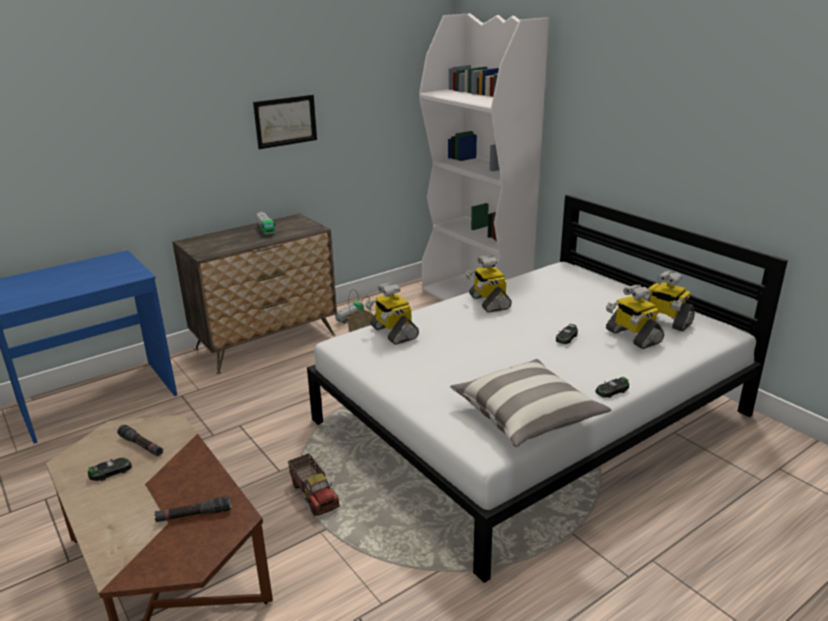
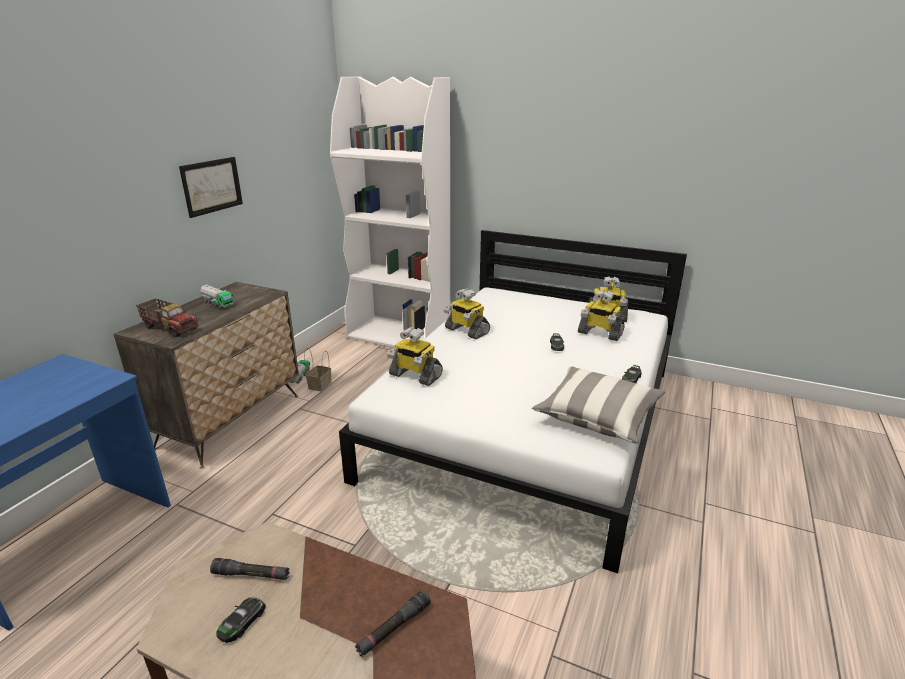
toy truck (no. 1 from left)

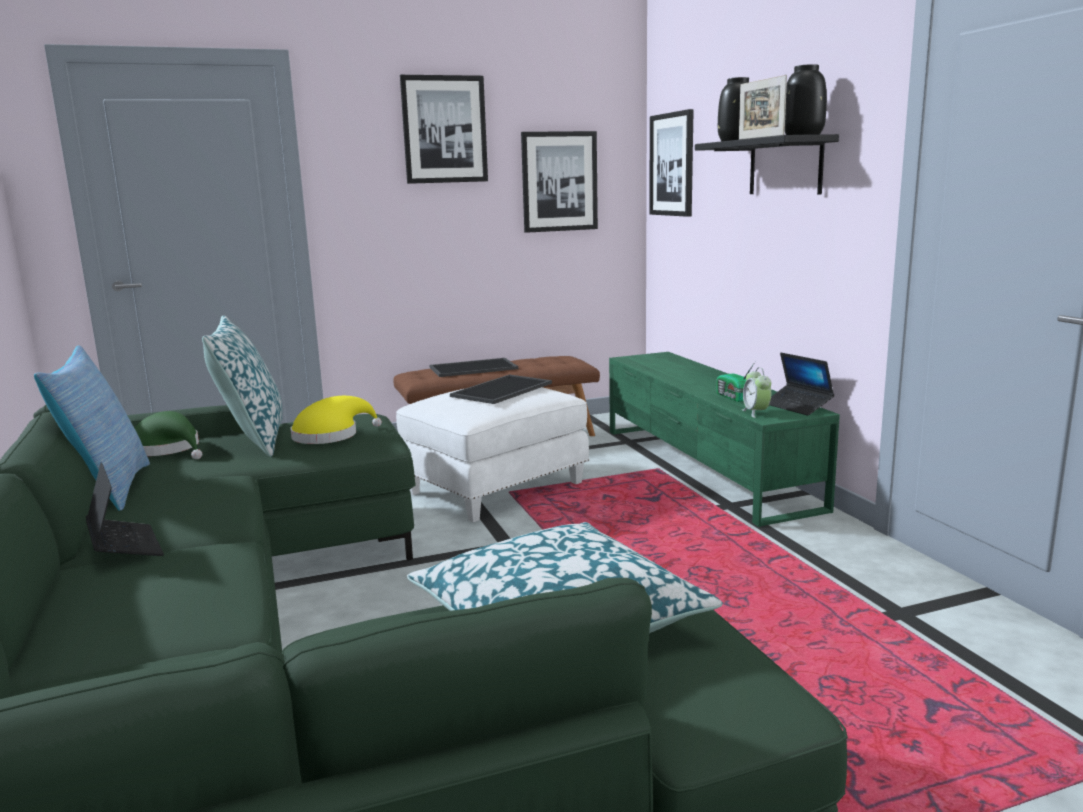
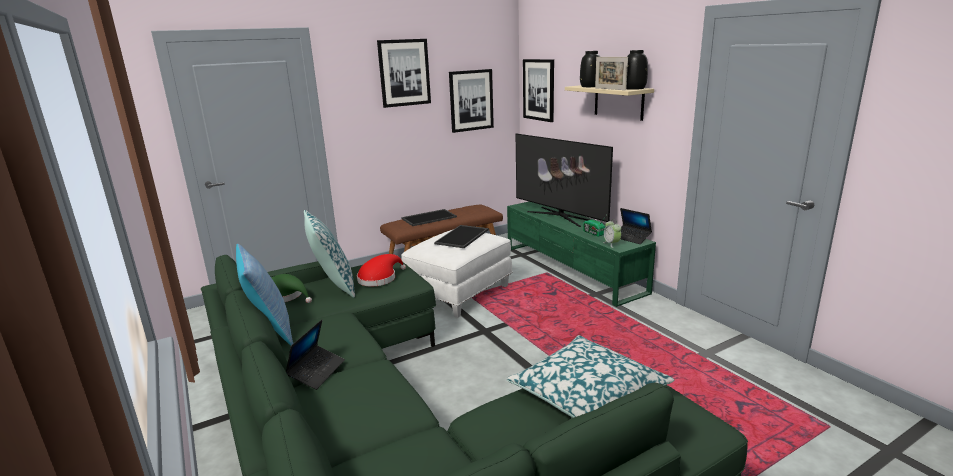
laptop (no. 1 from left)
red hat
beige-coloured wall shelf
television

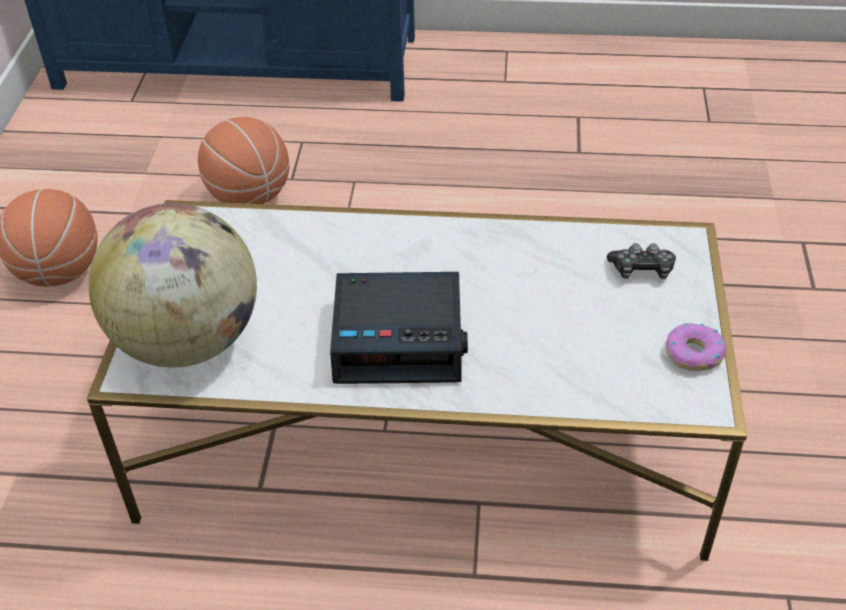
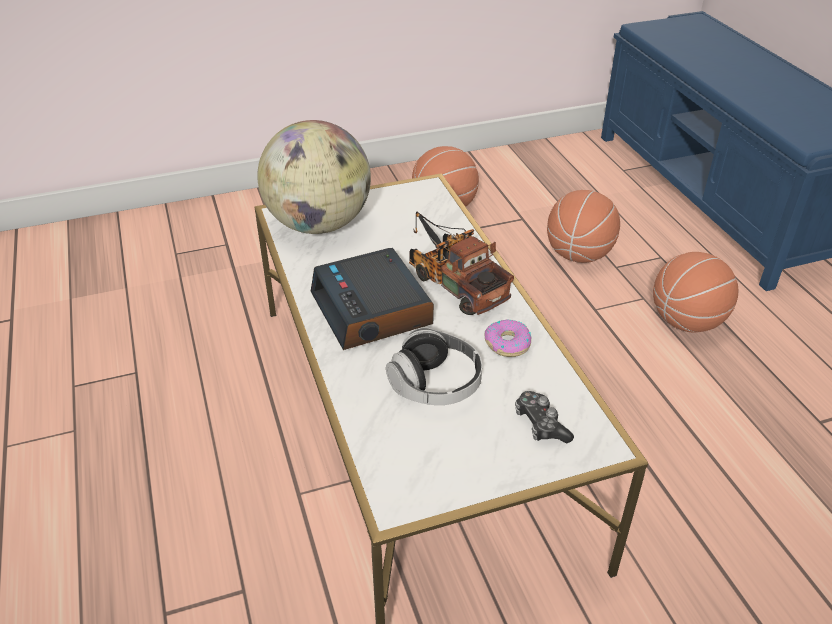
ring doughnut
pair of headphones
toy truck
basketball (no. 3 from left)

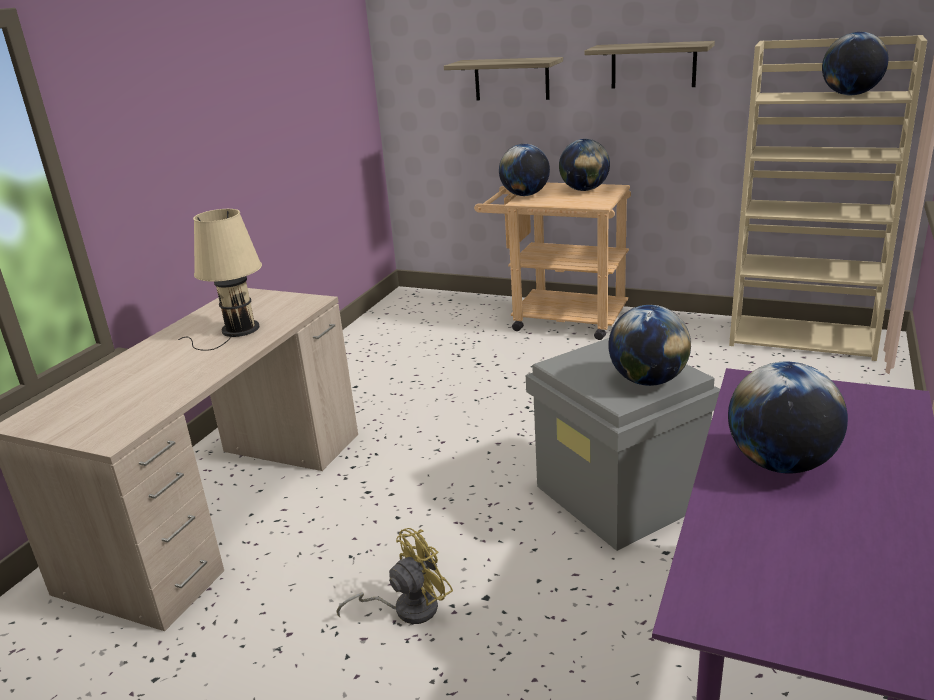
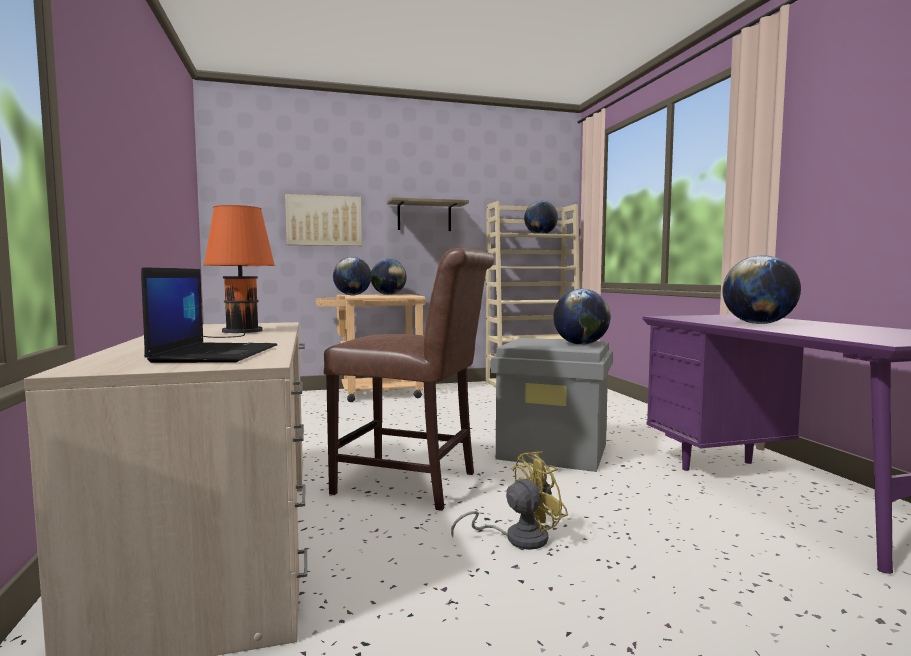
orange-coloured table lamp
yellow-coloured fan
wall picture
laptop
brown upright chair

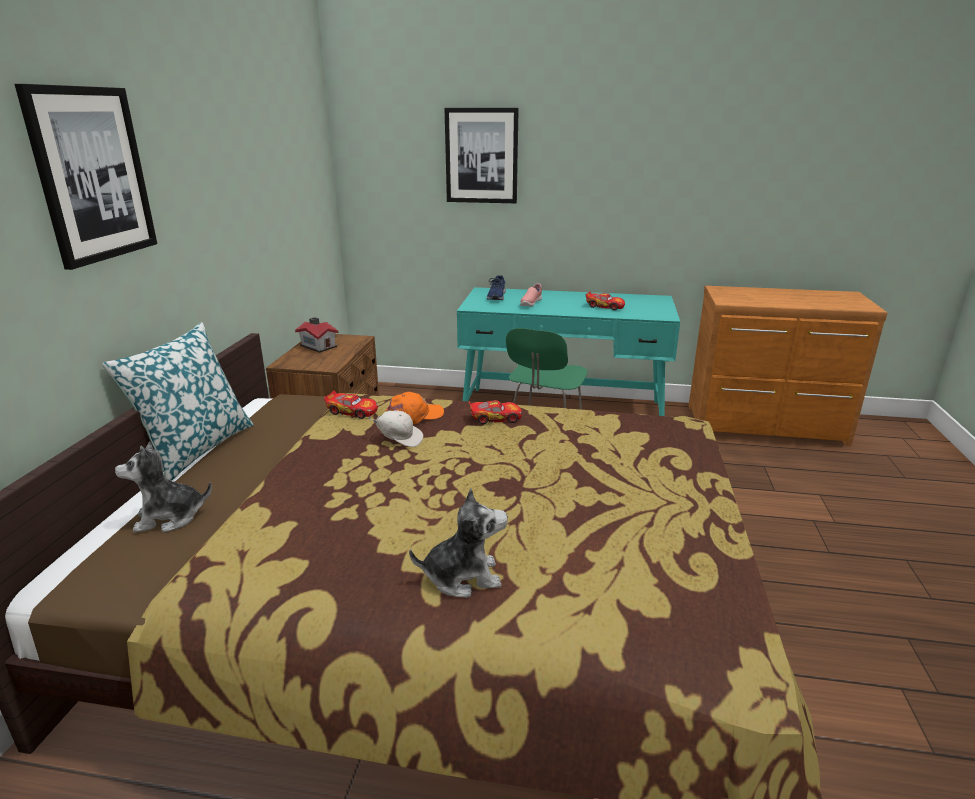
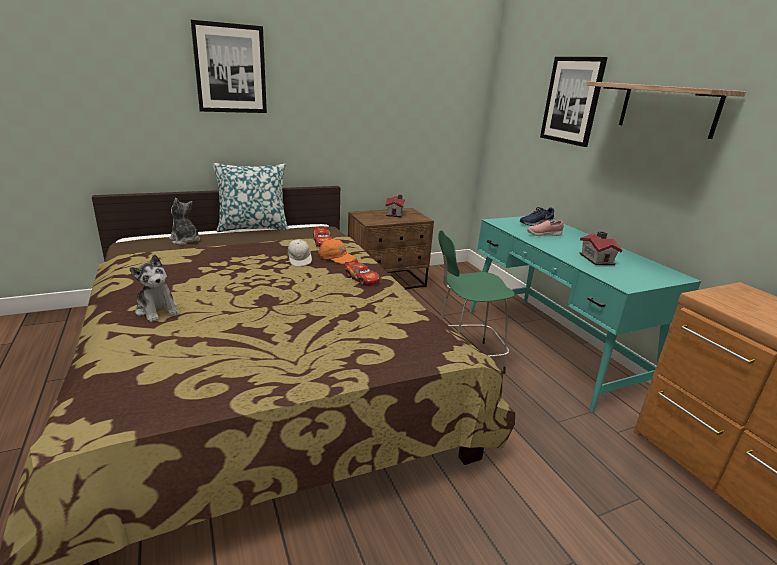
miniature house (no. 2 from left)
wall shelf

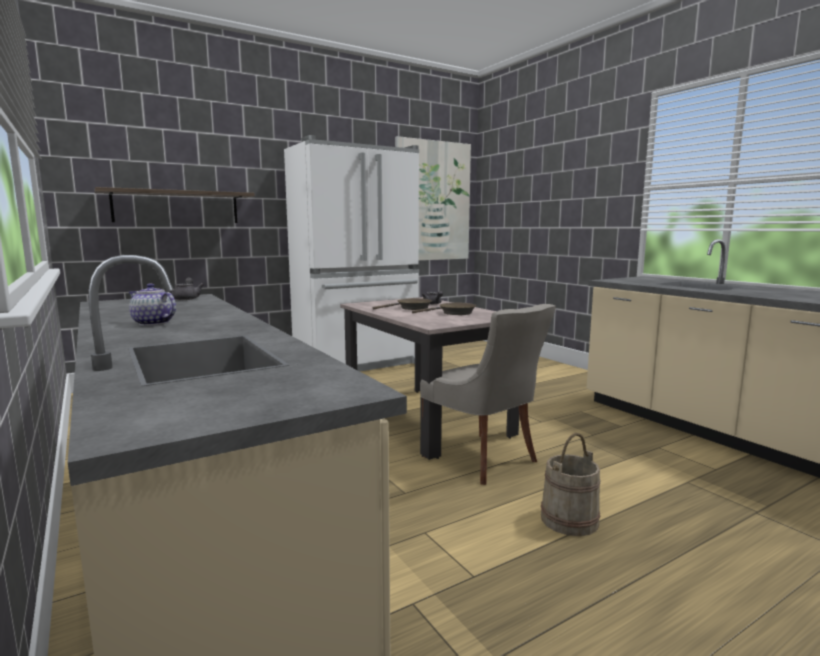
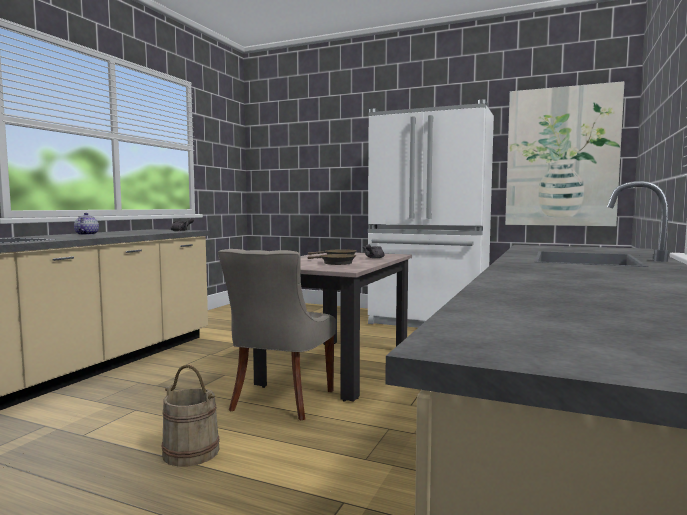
wall shelf

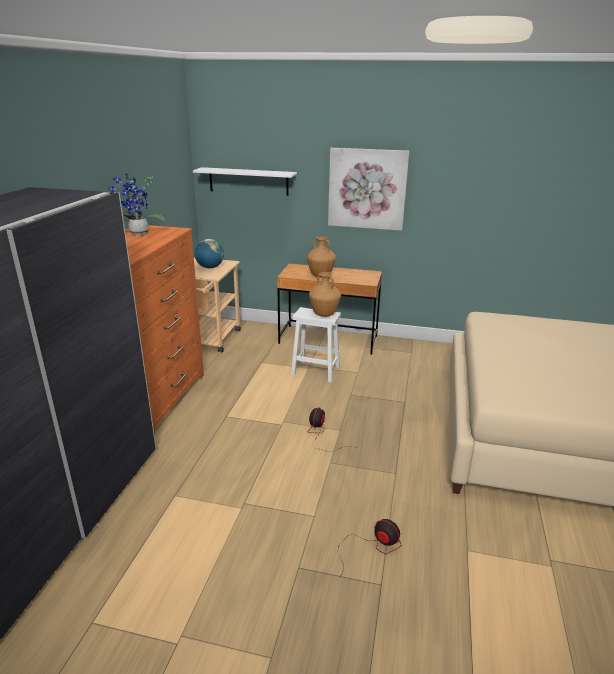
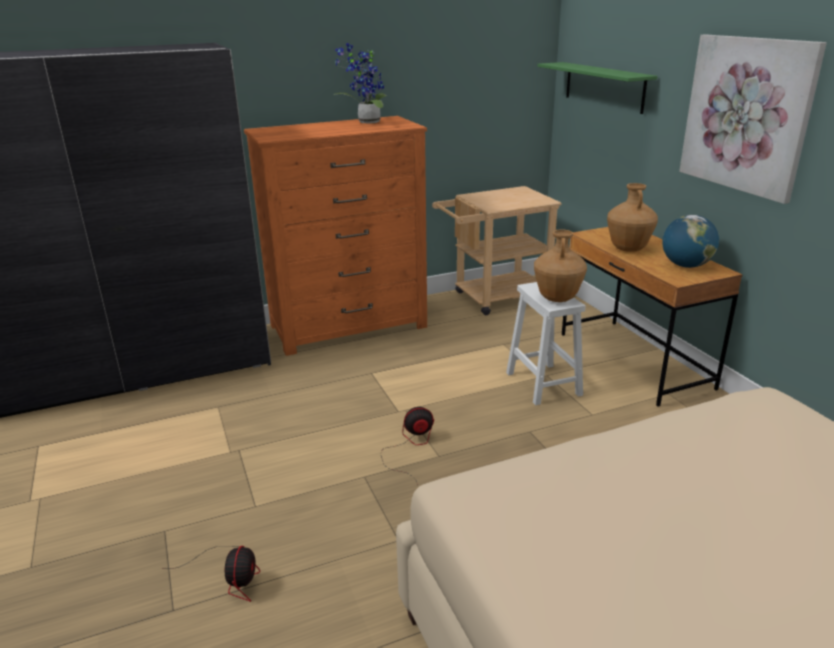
green wall shelf
globe

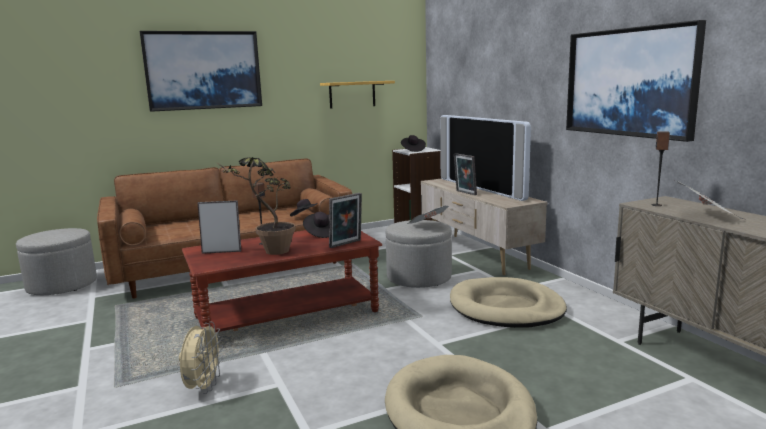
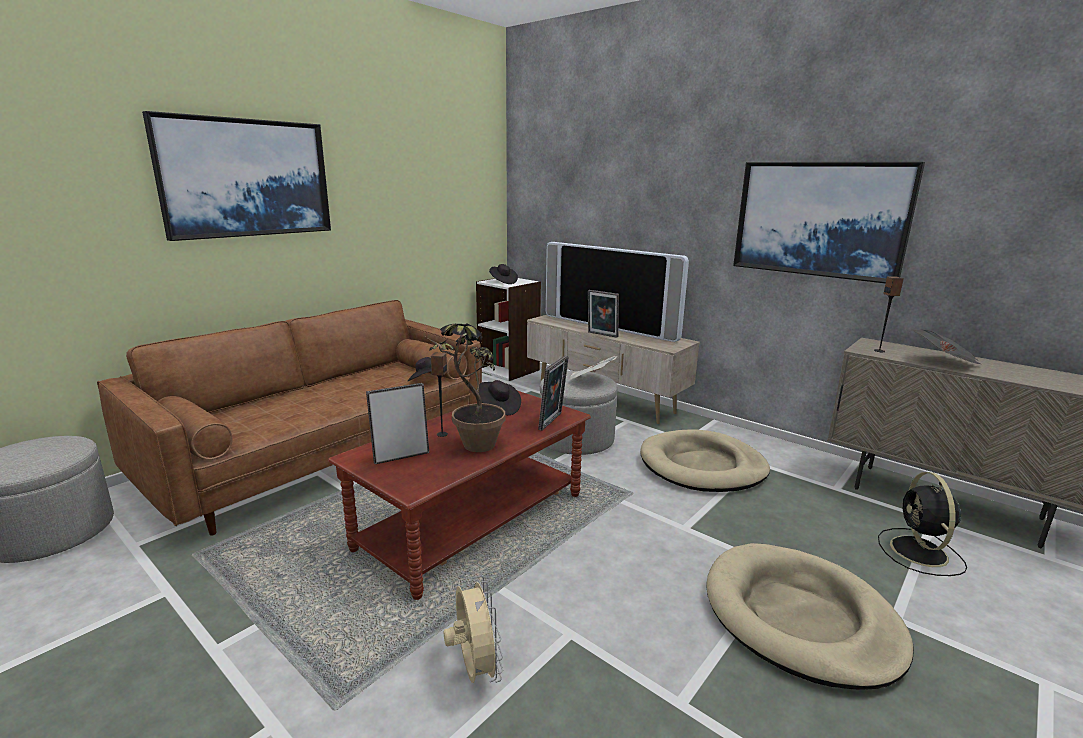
wall shelf
black fan

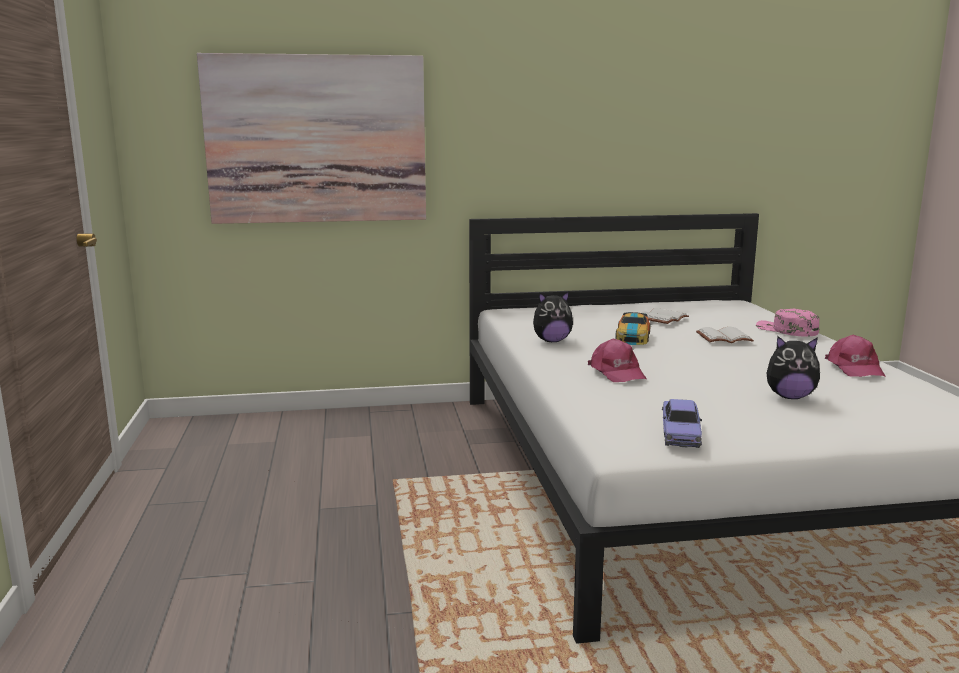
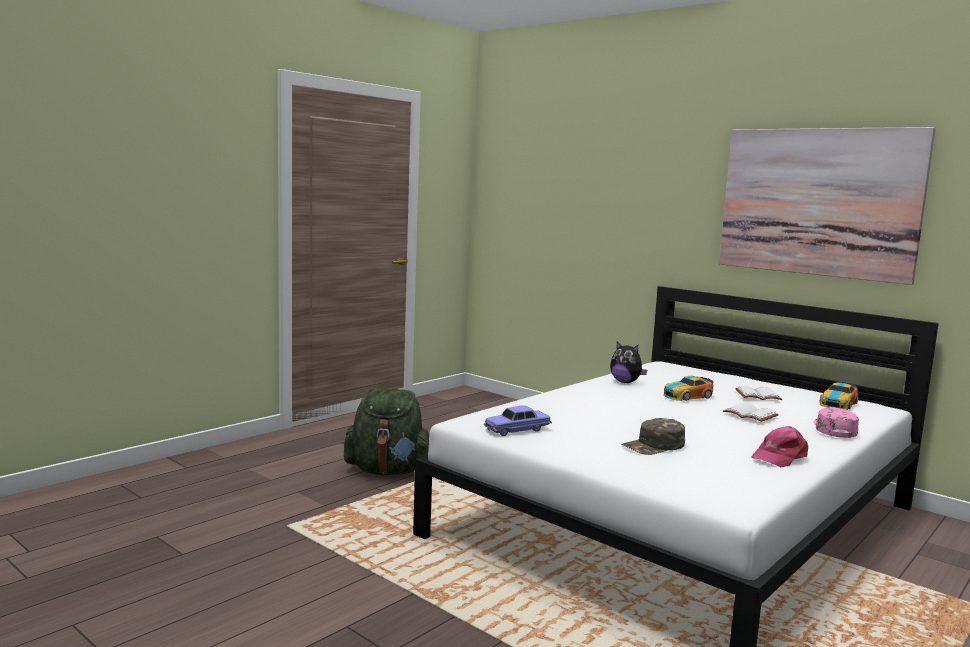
wall picture
pink-coloured cap (no. 1 from left in the first image)
green cap
green rucksack
miniature car (no. 3 from left)

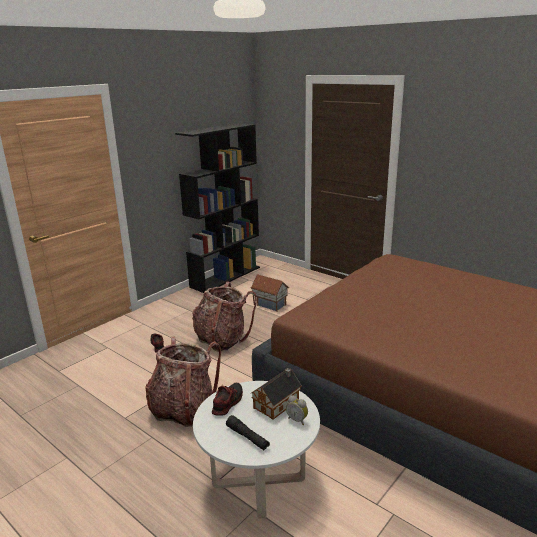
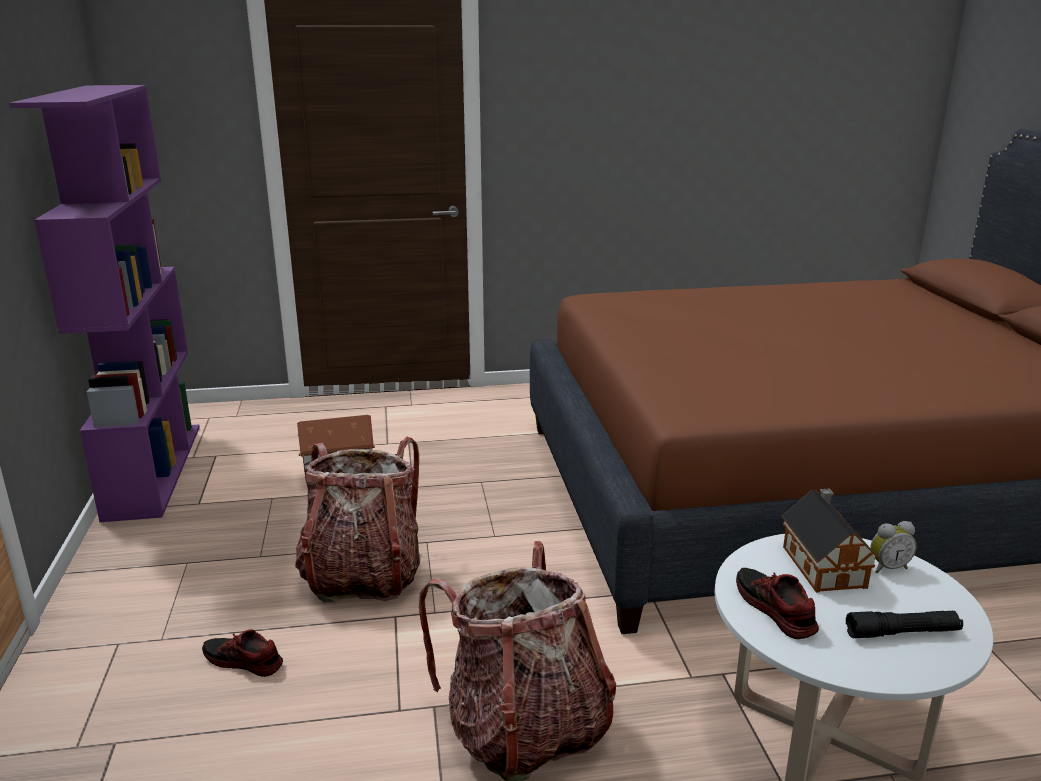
purple-coloured shelving unit

